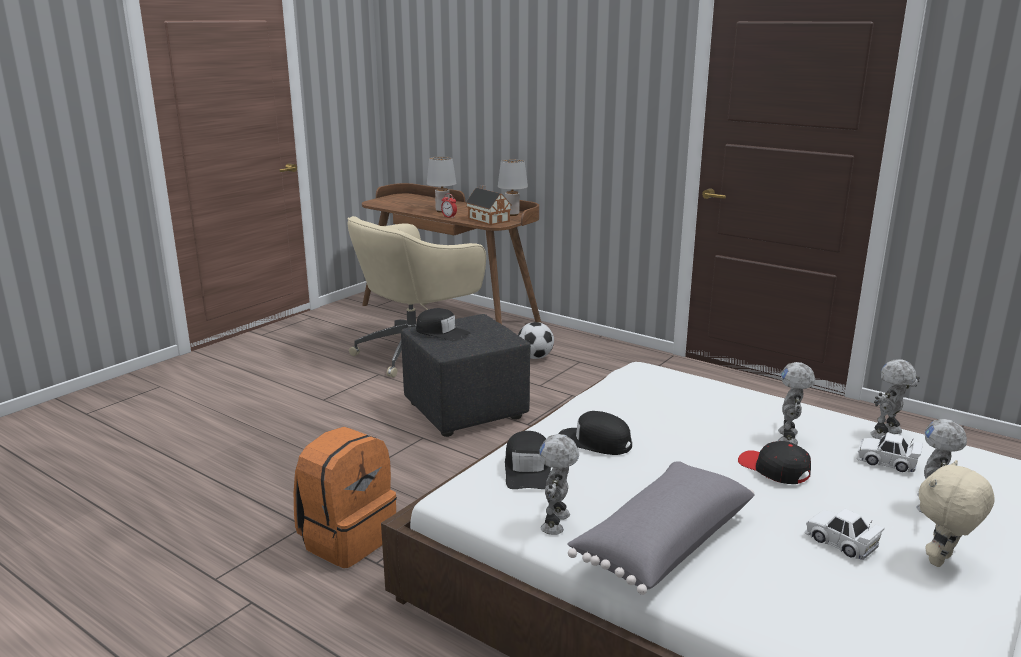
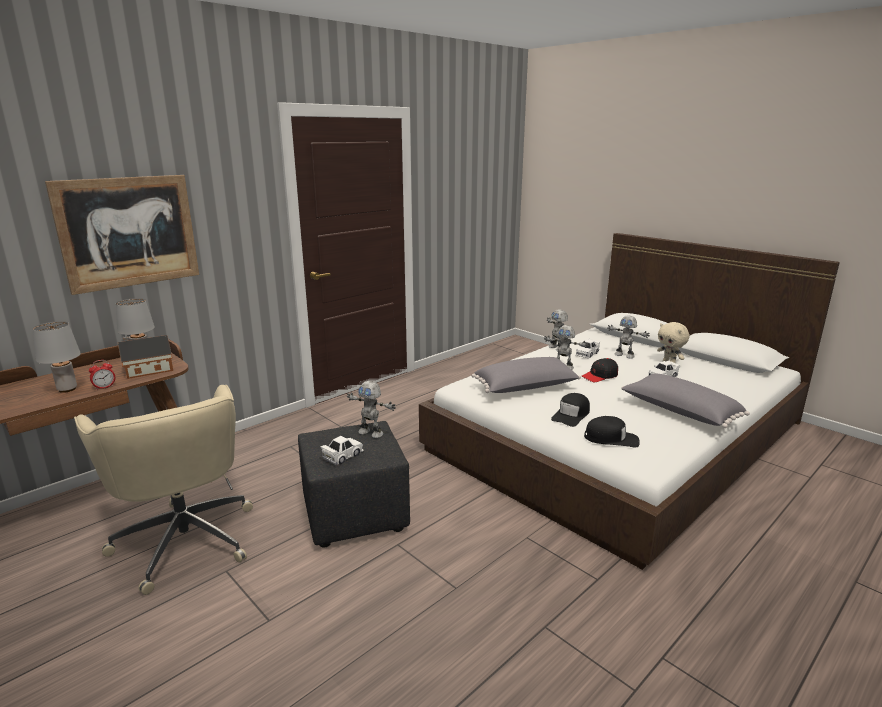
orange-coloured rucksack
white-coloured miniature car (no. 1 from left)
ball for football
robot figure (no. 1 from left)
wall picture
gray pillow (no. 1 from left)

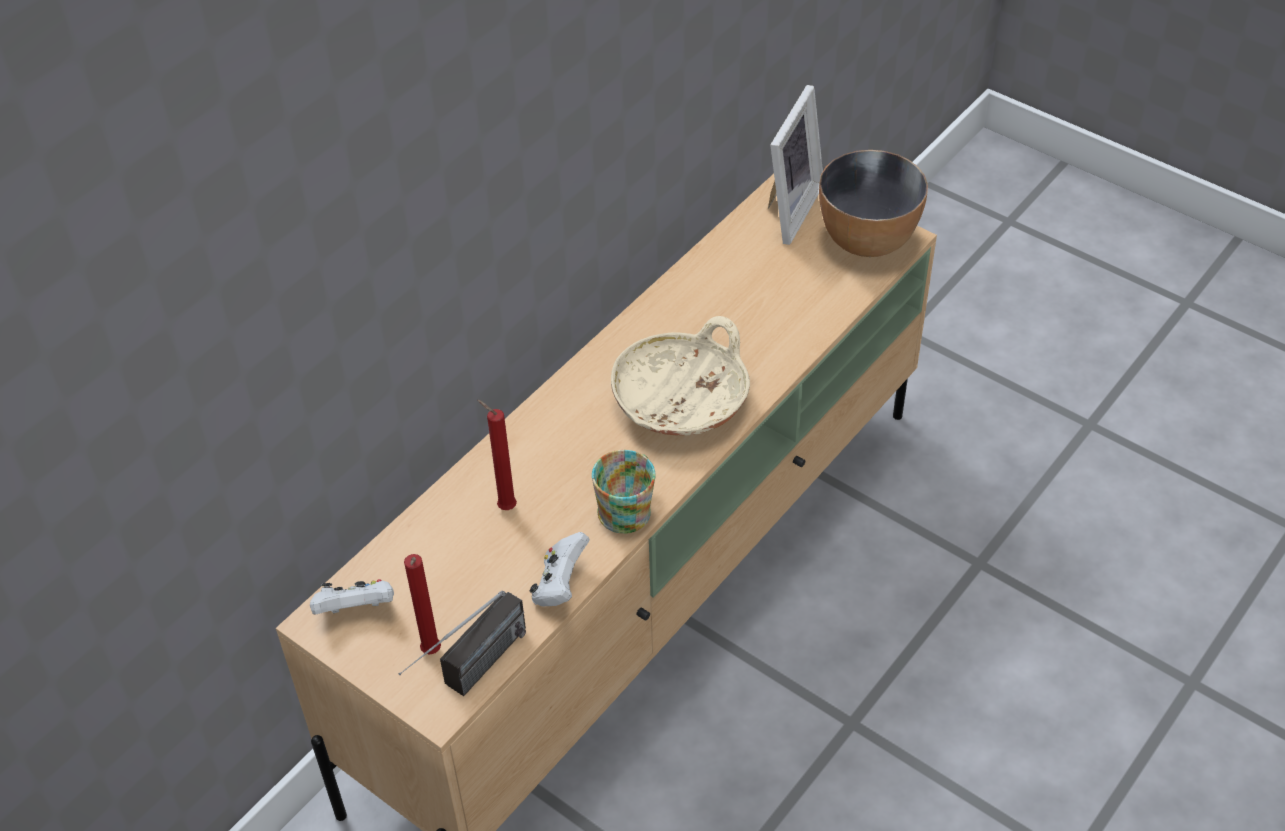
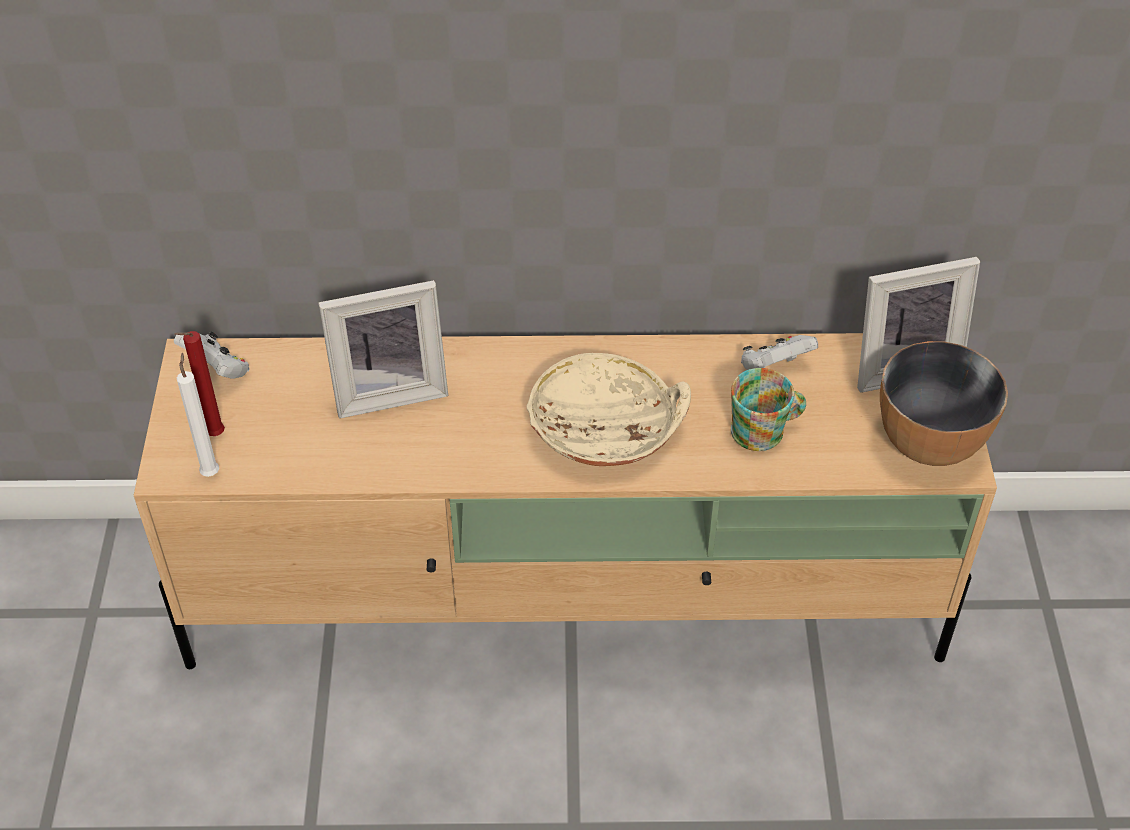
white-coloured wax candle
photo frame (no. 1 from left)
white-coloured gamepad (no. 2 from left)
mug

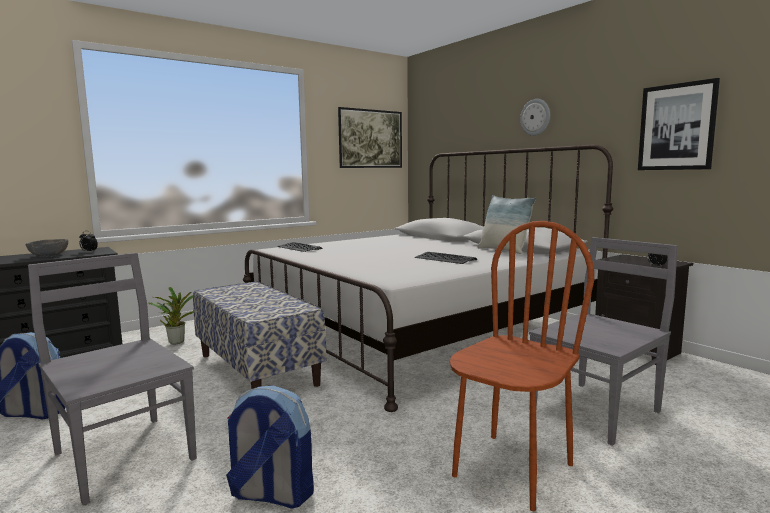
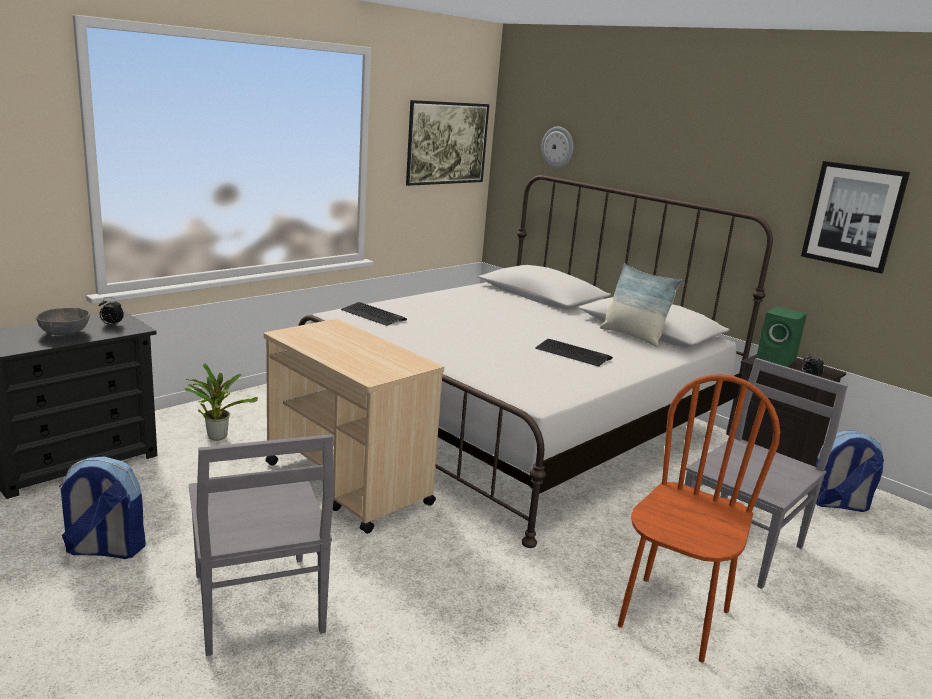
gray upright chair (no. 1 from left)
beige-coloured wheeled cart
rucksack (no. 2 from left)
wall clock
green speaker

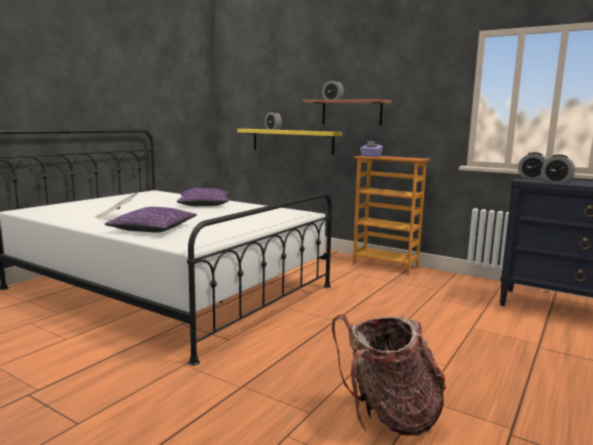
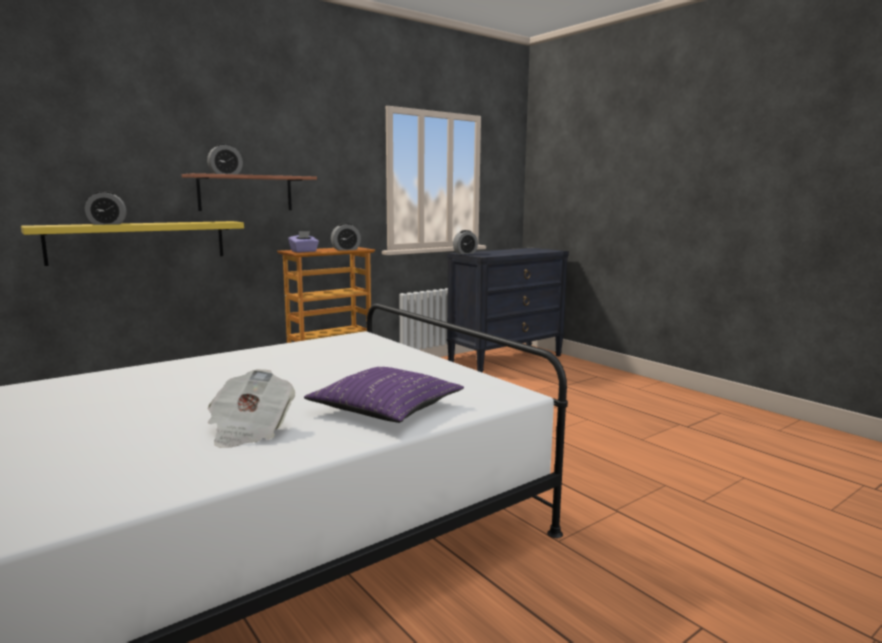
purple-coloured pillow (no. 2 from left in the first image)
rucksack
bedside clock (no. 3 from left)

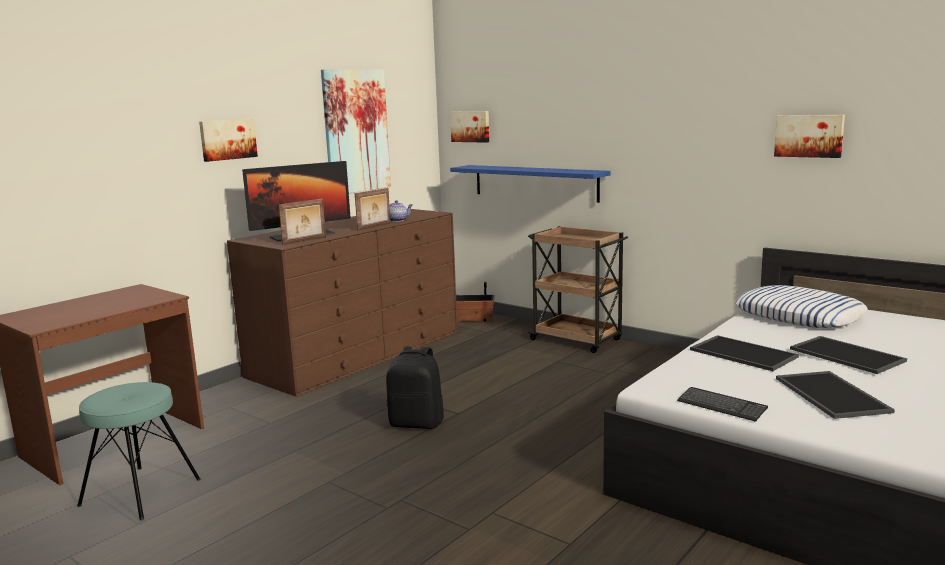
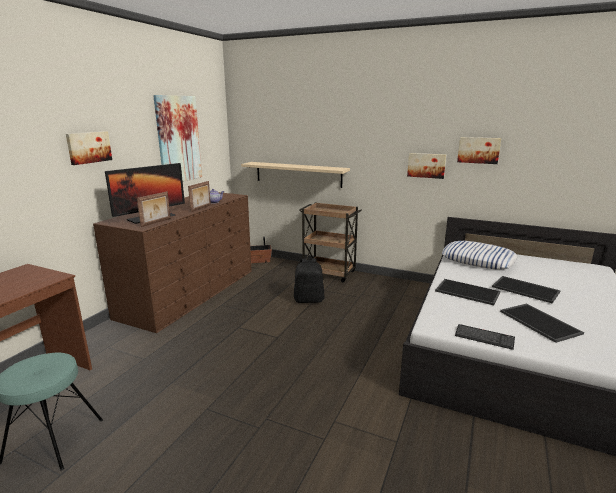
black rucksack
wall picture (no. 3 from left)
beige-coloured wall shelf

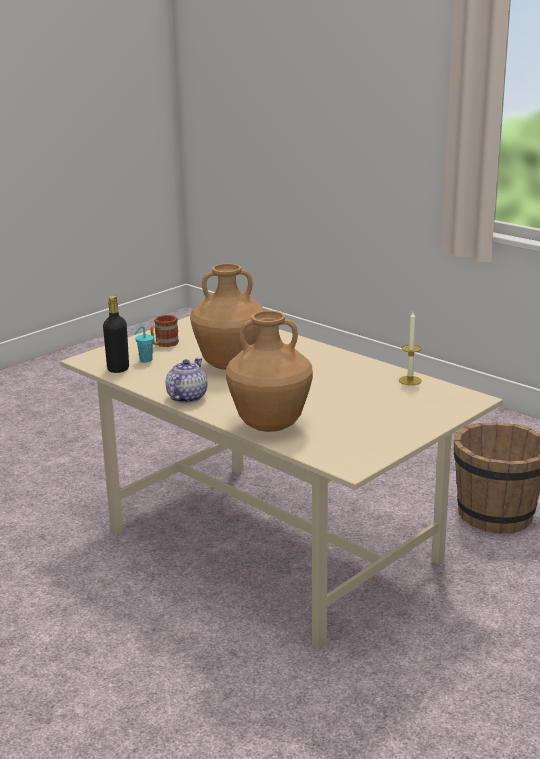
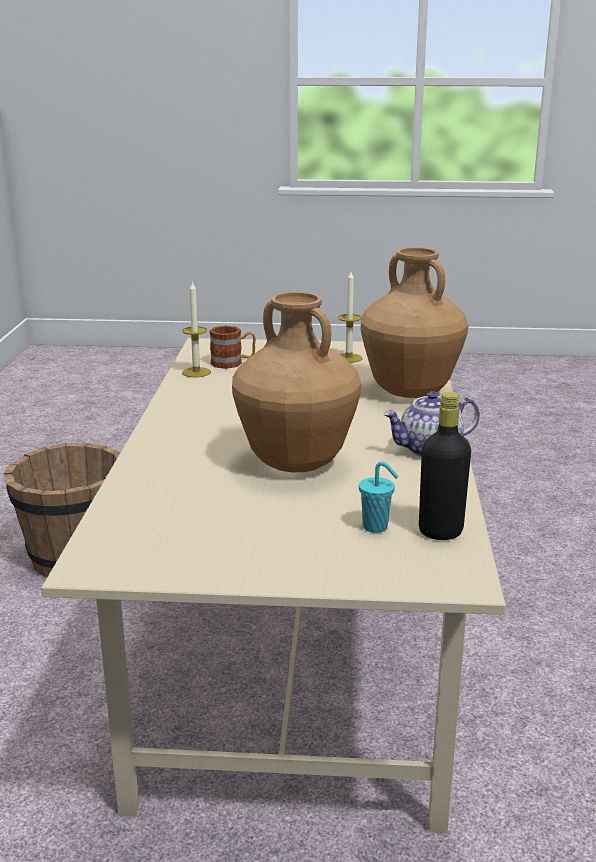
mug
wax candle (no. 2 from left)

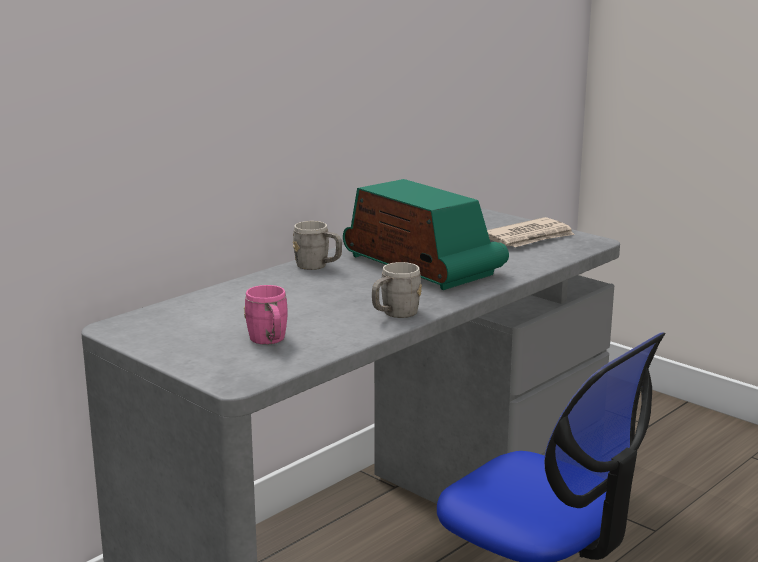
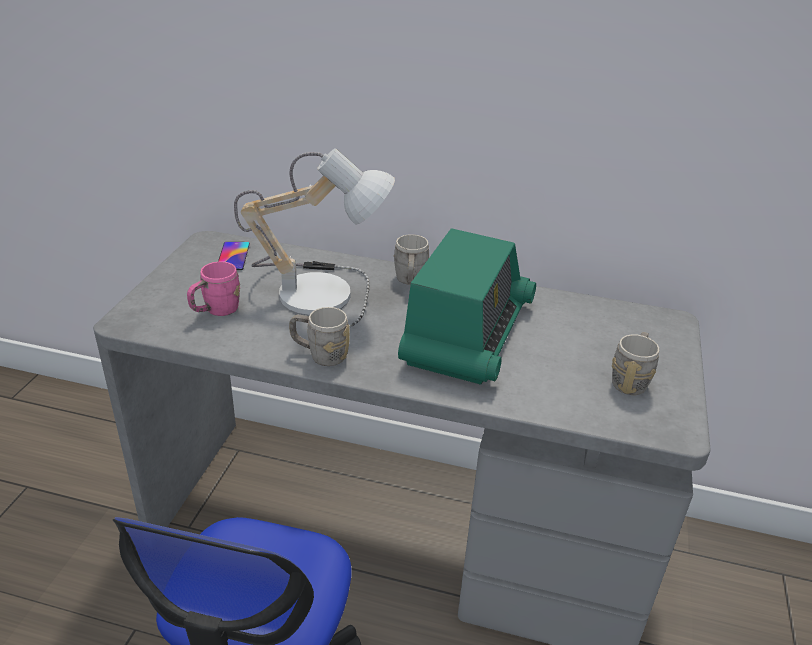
gray mug (no. 3 from left)
phone
table lamp

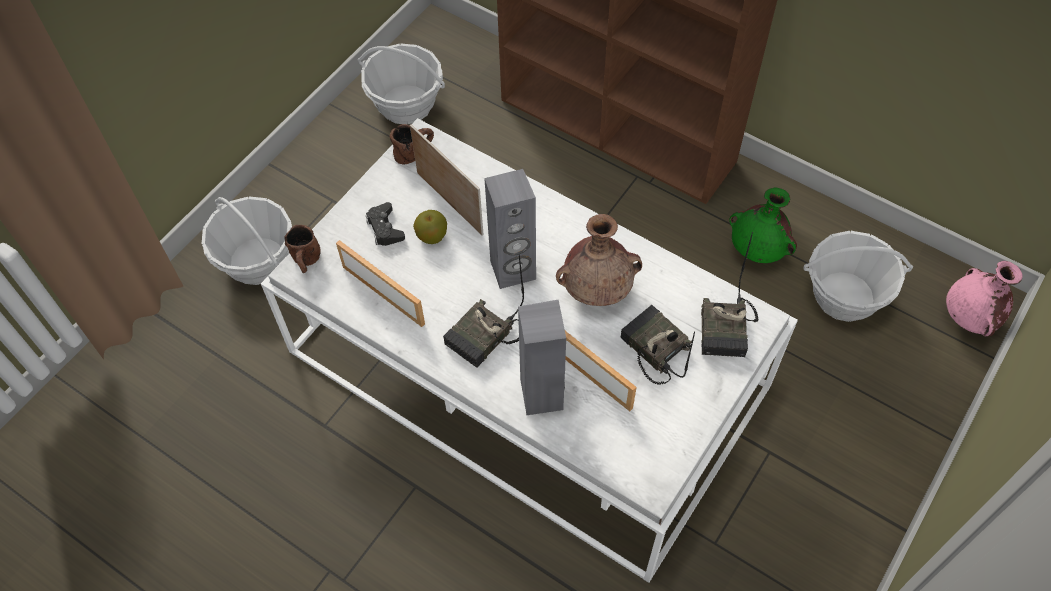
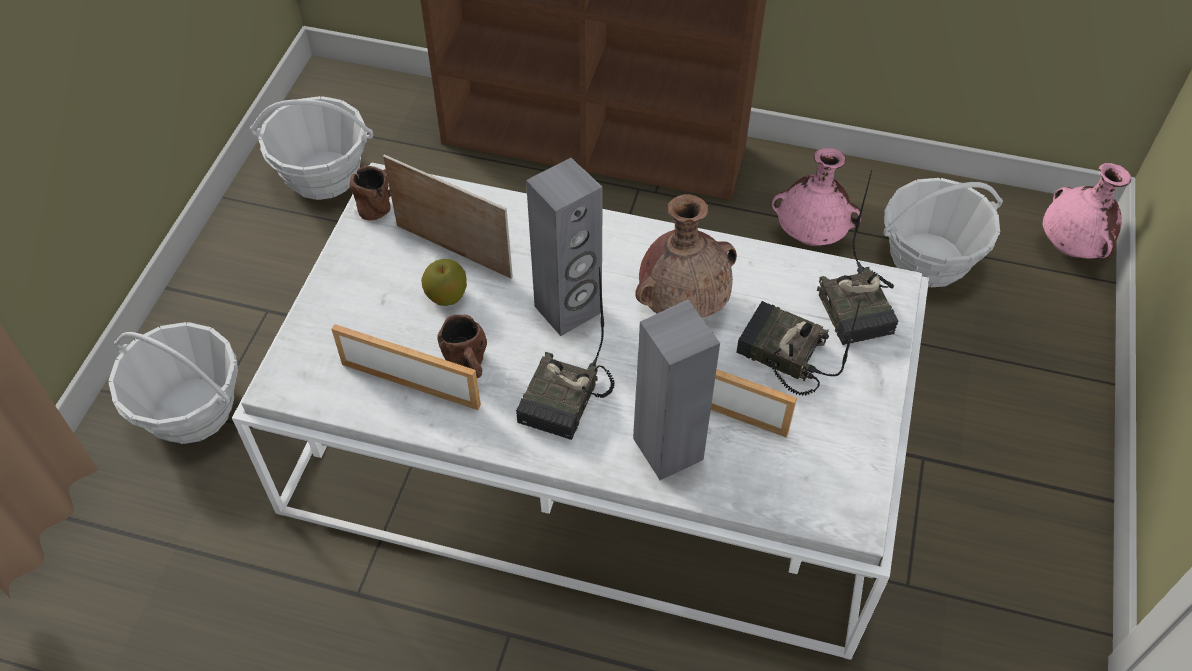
brown mug (no. 2 from left)
black gamepad
pink-coloured vase (no. 1 from left)

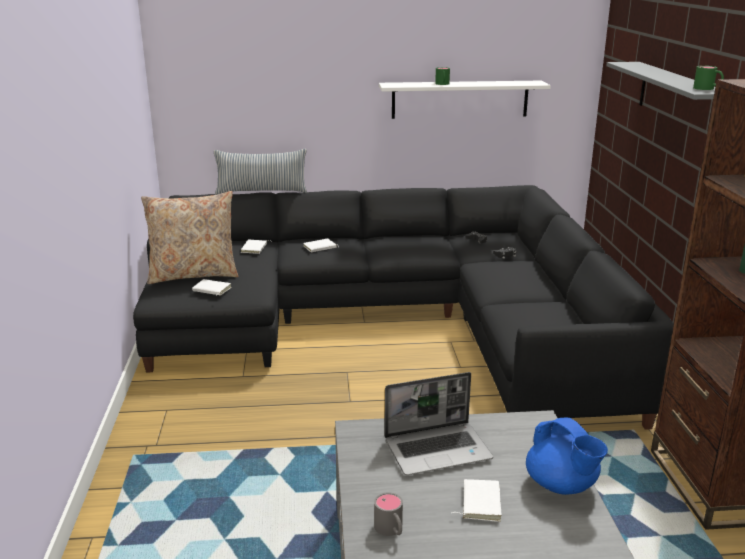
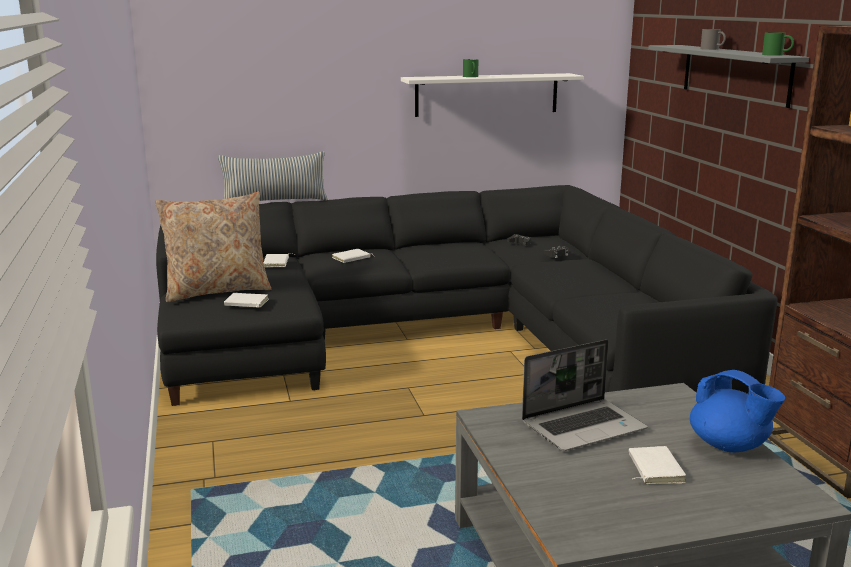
gray mug

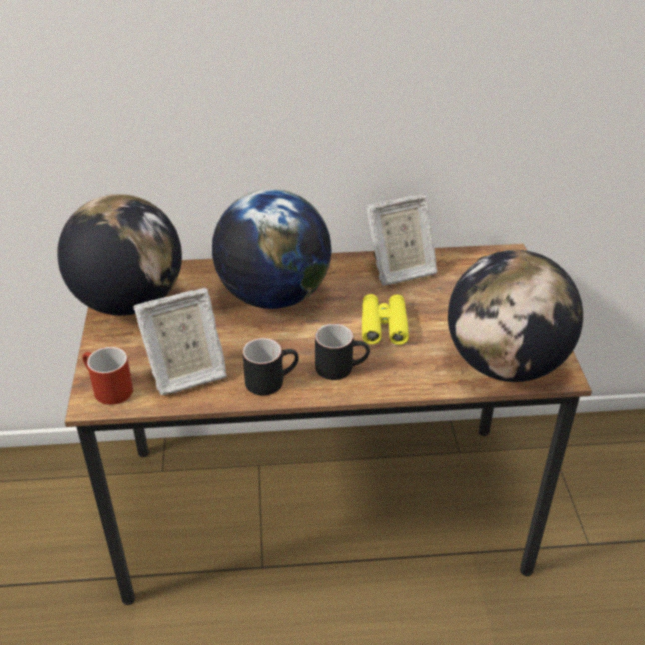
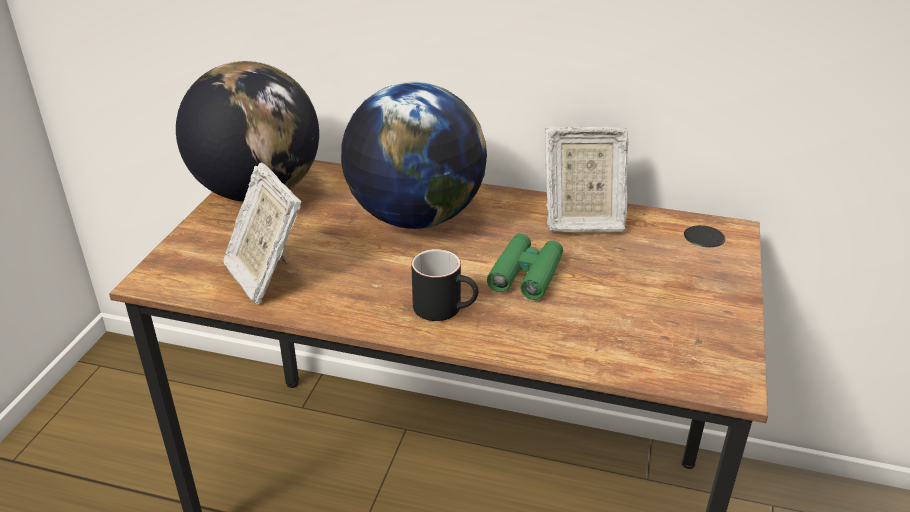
red mug
photo frame (no. 1 from left)
black mug (no. 1 from left in the first image)
green field glasses
globe (no. 3 from left in the first image)

